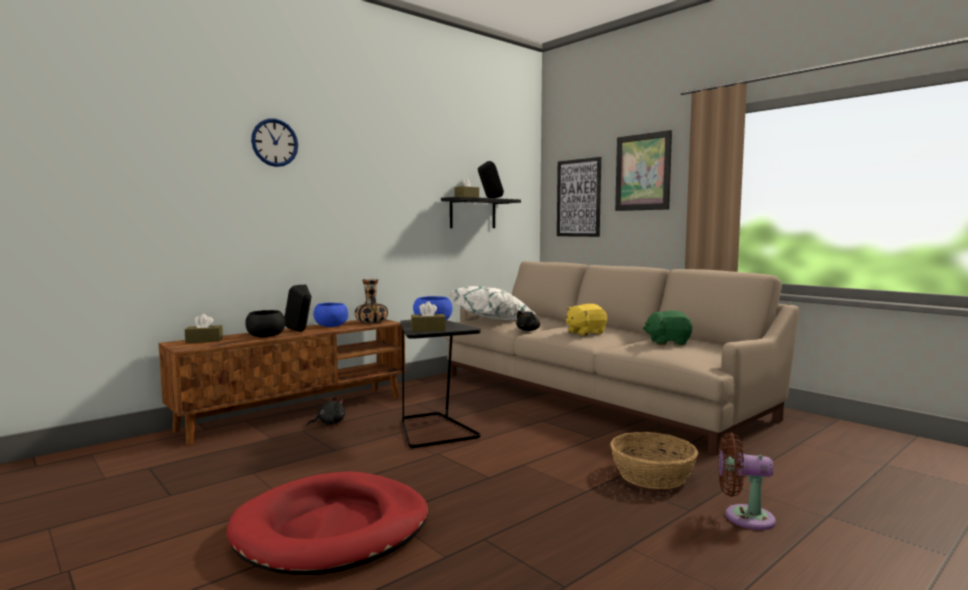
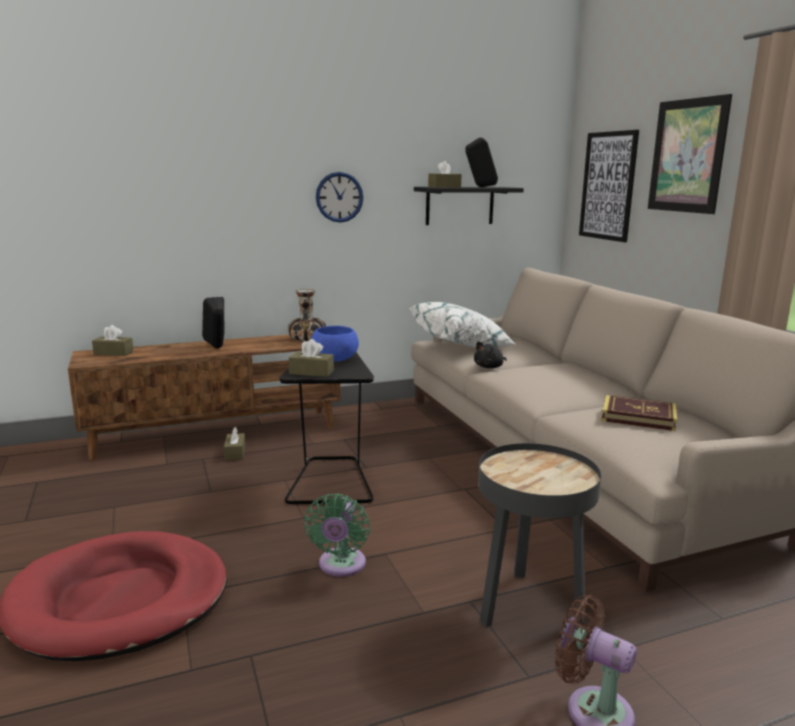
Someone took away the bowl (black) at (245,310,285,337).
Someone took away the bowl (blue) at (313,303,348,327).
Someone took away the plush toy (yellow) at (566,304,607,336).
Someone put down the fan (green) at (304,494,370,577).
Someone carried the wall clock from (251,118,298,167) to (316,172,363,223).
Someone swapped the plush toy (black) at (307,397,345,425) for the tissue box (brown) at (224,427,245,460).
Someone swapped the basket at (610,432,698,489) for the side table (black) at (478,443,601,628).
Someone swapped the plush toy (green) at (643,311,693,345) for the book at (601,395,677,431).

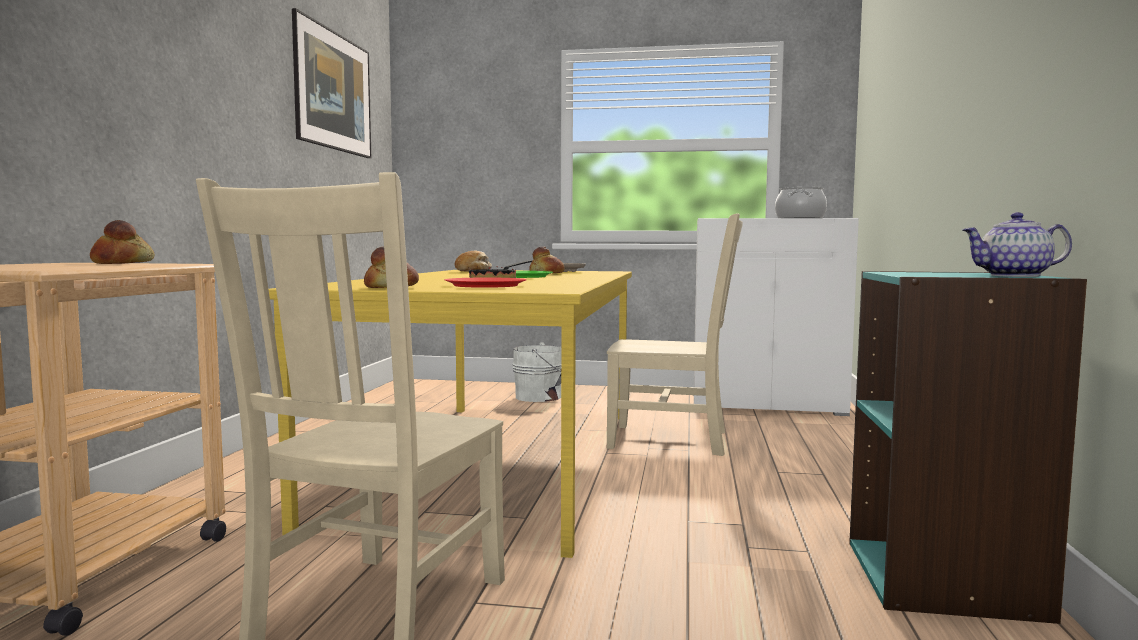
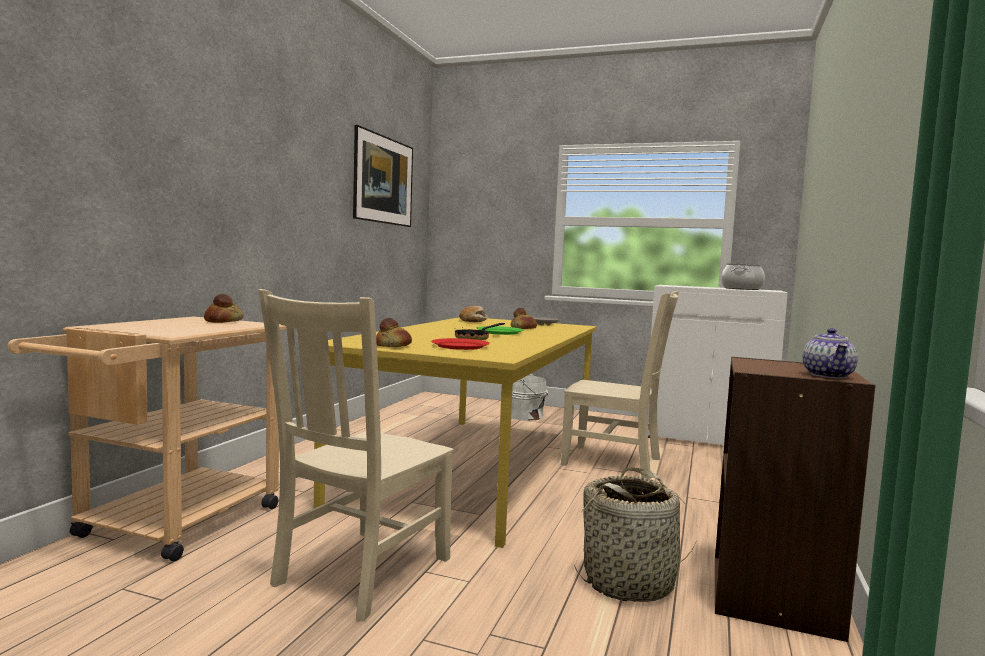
Someone put down the basket at (574,467,697,602).
Someone repainted the bookcase (turquoise) at (849,271,1087,624), which became the bookcase (brown) at (715,357,876,642).
Someone rotated the teapot at (962,212,1072,277) by 90 degrees counterclockwise.

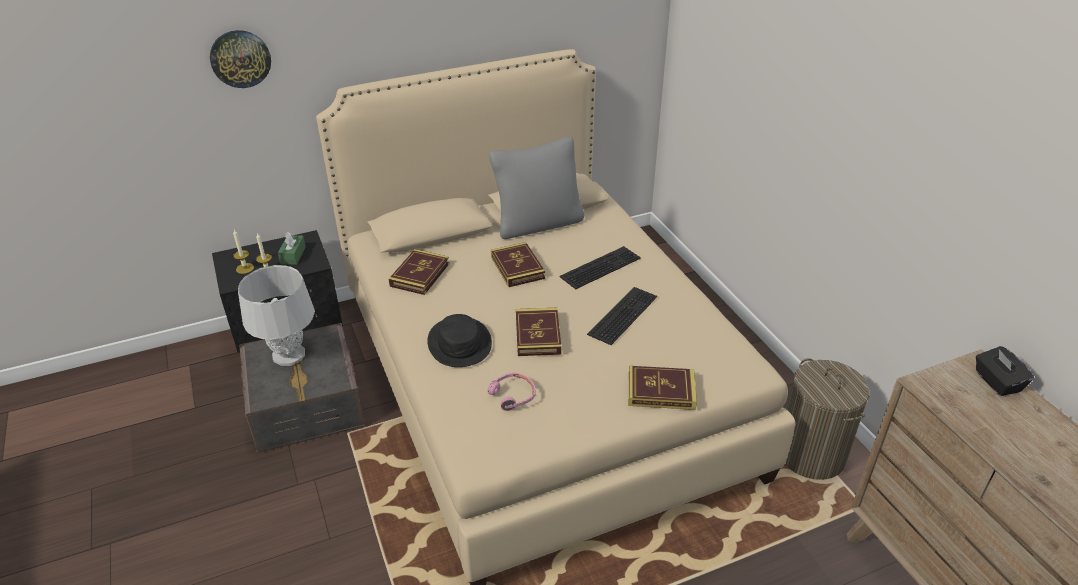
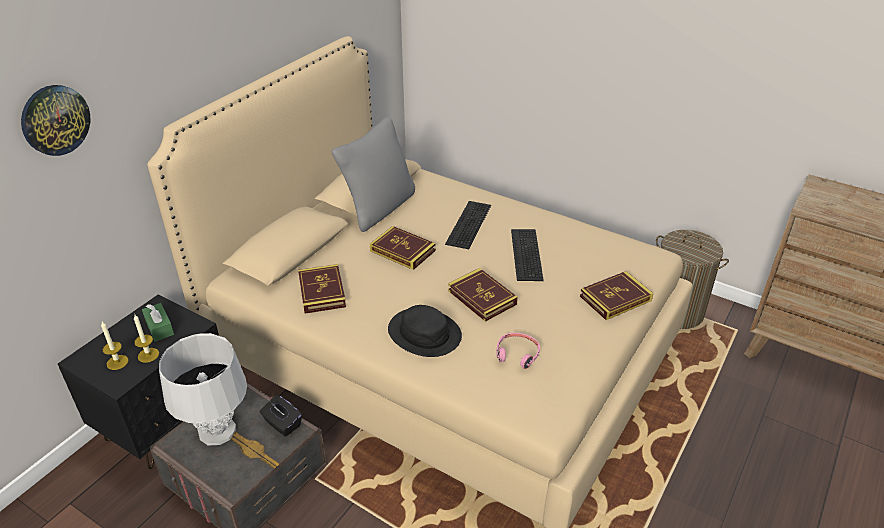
Someone carried the tissue box (black) from (976,346,1034,396) to (260,395,302,437).

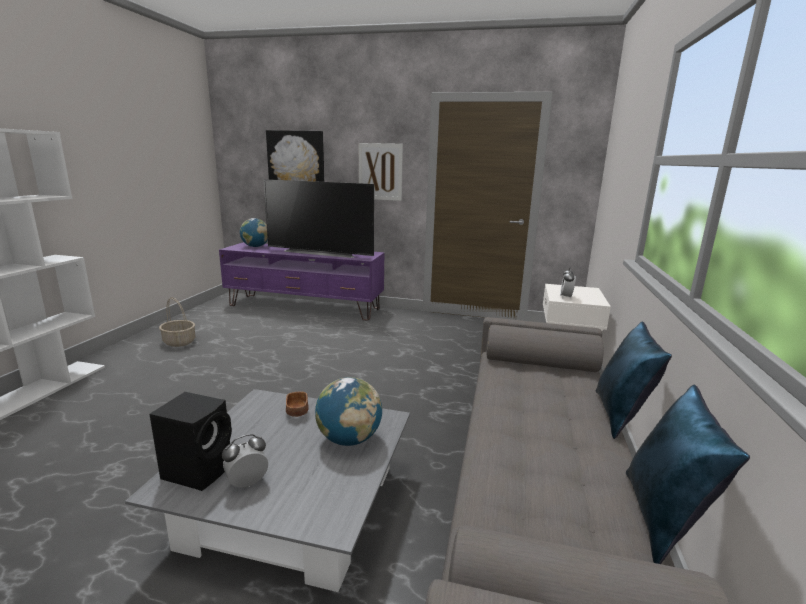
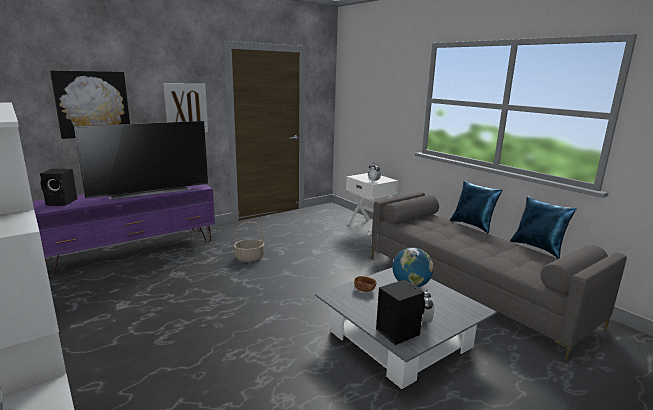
Someone carried the basket from (159,297,195,347) to (234,221,264,262).
Someone swapped the globe at (240,218,268,247) for the speaker (black) at (40,169,77,206).

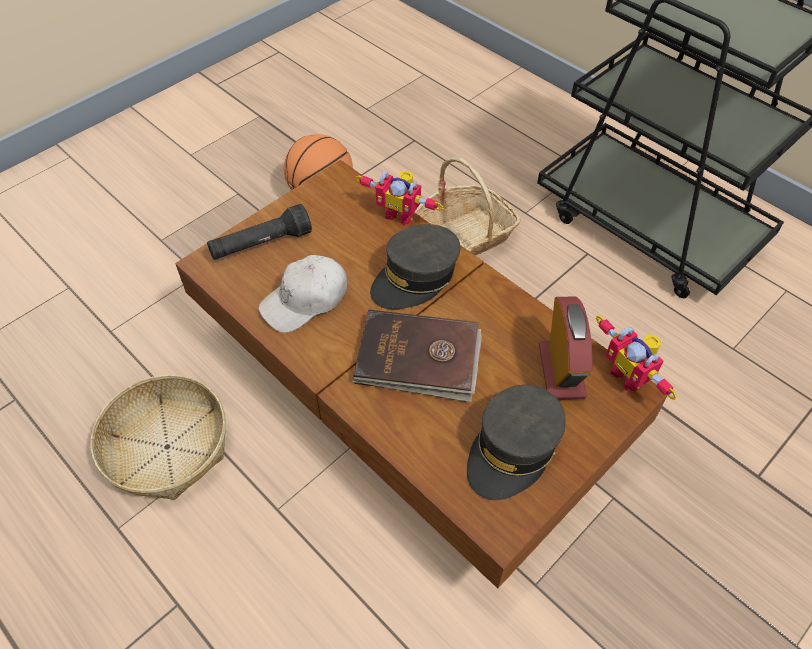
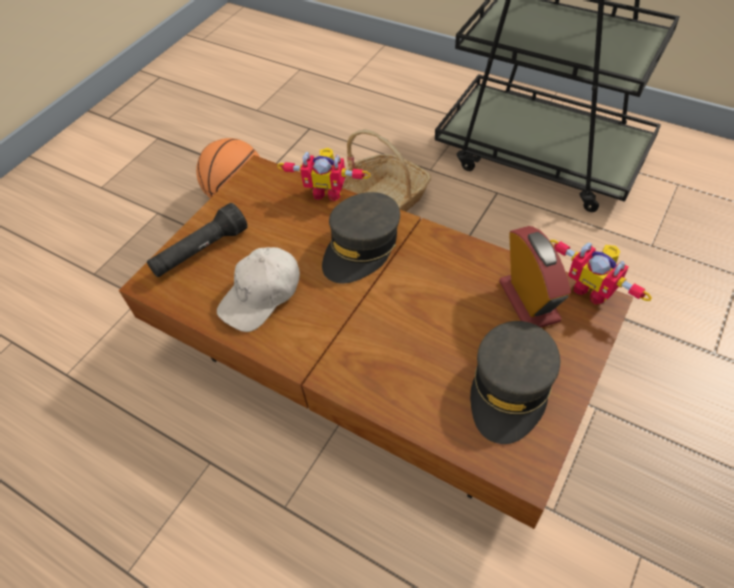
Someone took away the basket at (91,375,226,500).
Someone took away the book (brown) at (352,310,482,402).

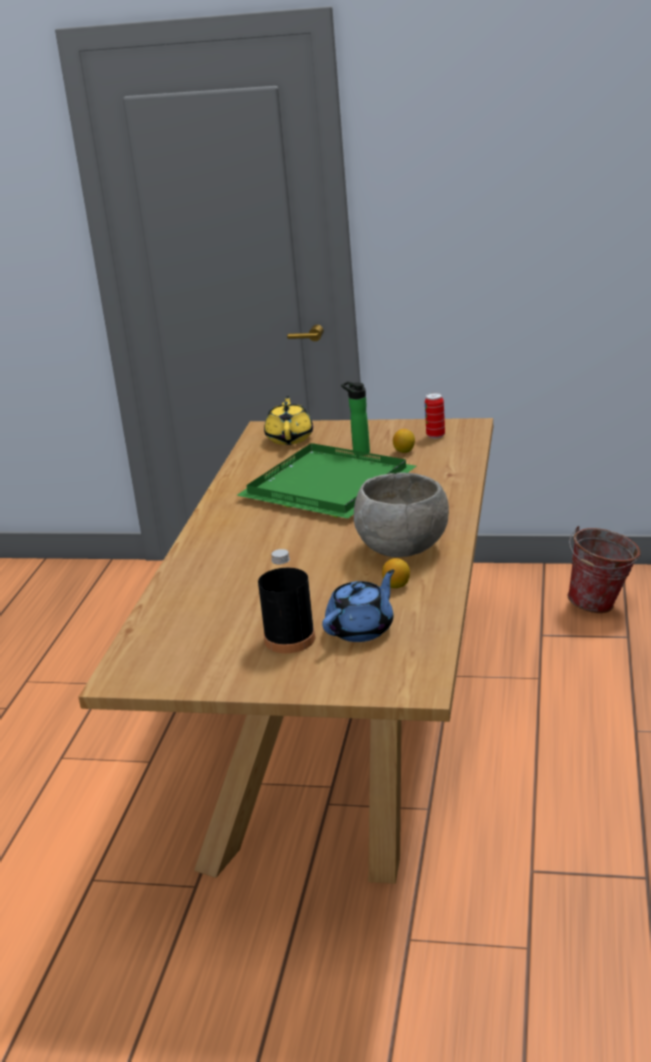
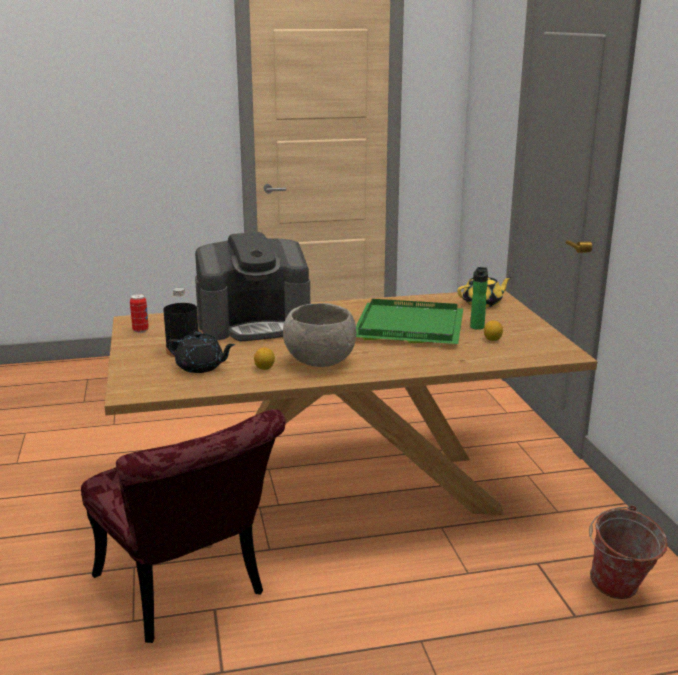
Someone put down the chair (red) at (81,409,285,643).
Someone put down the coffee machine at (195,232,310,342).
Someone carried the can from (425,393,445,439) to (130,294,149,333).
Someone repainted the teapot (blue) at (322,569,395,642), which became the teapot (black) at (166,332,235,373).

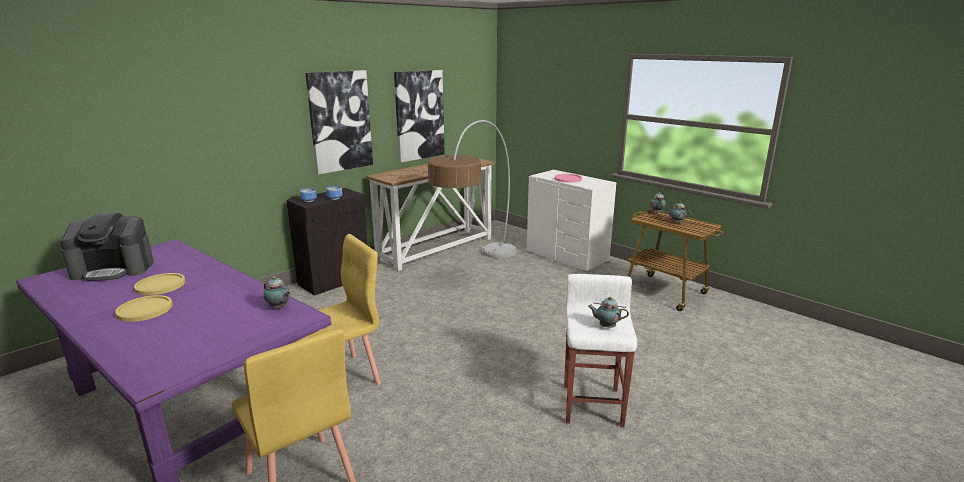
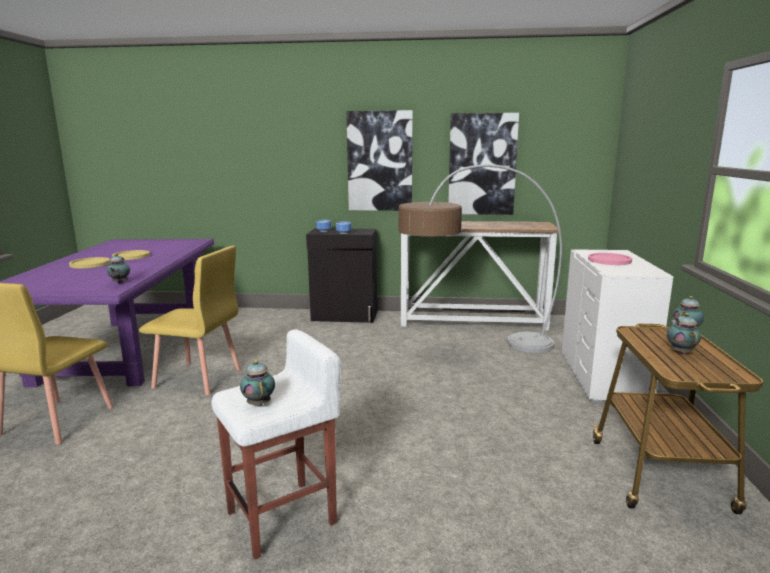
Someone took away the coffee machine at (60,212,154,281).

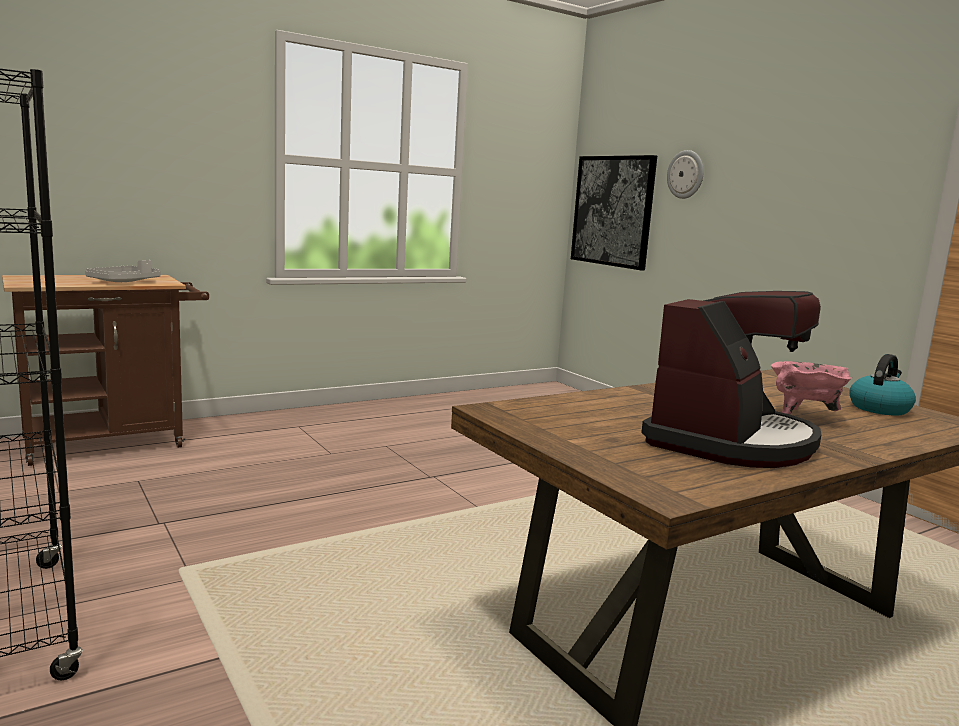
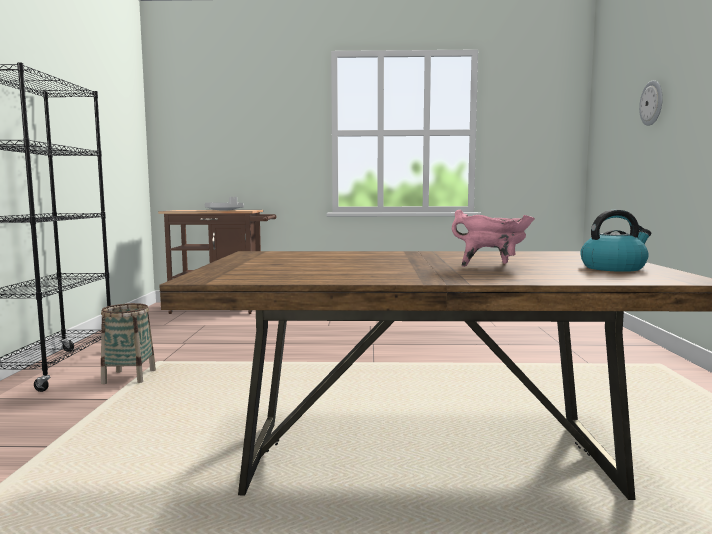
Someone took away the picture at (571,155,657,270).
Someone took away the coffee machine at (641,291,822,468).
Someone put down the basket at (101,303,156,384).

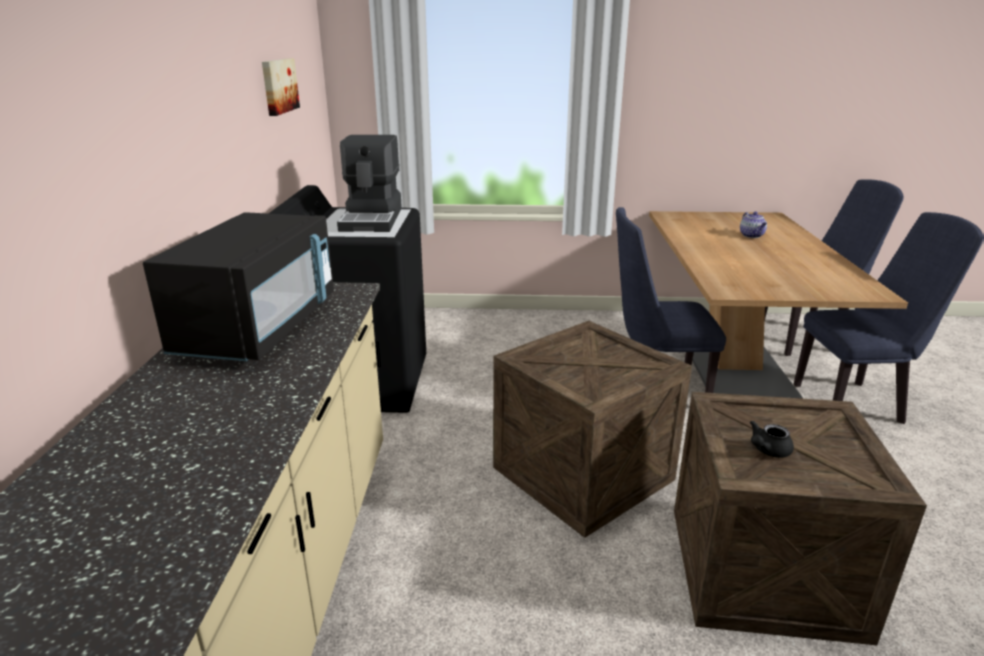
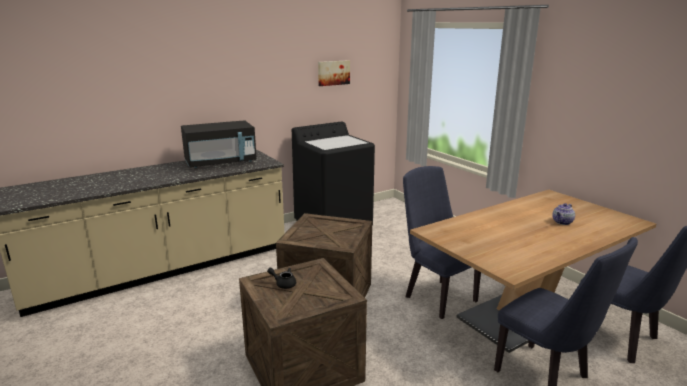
Someone took away the coffee machine at (337,135,402,232).

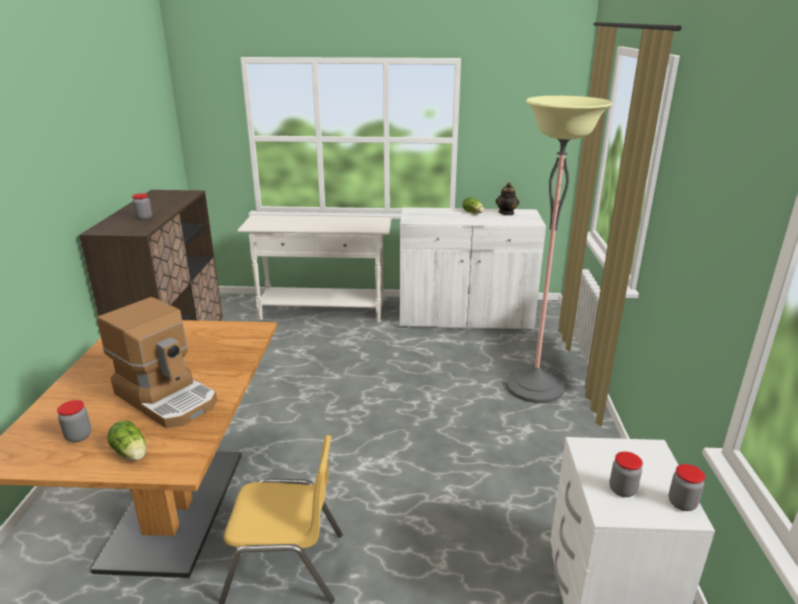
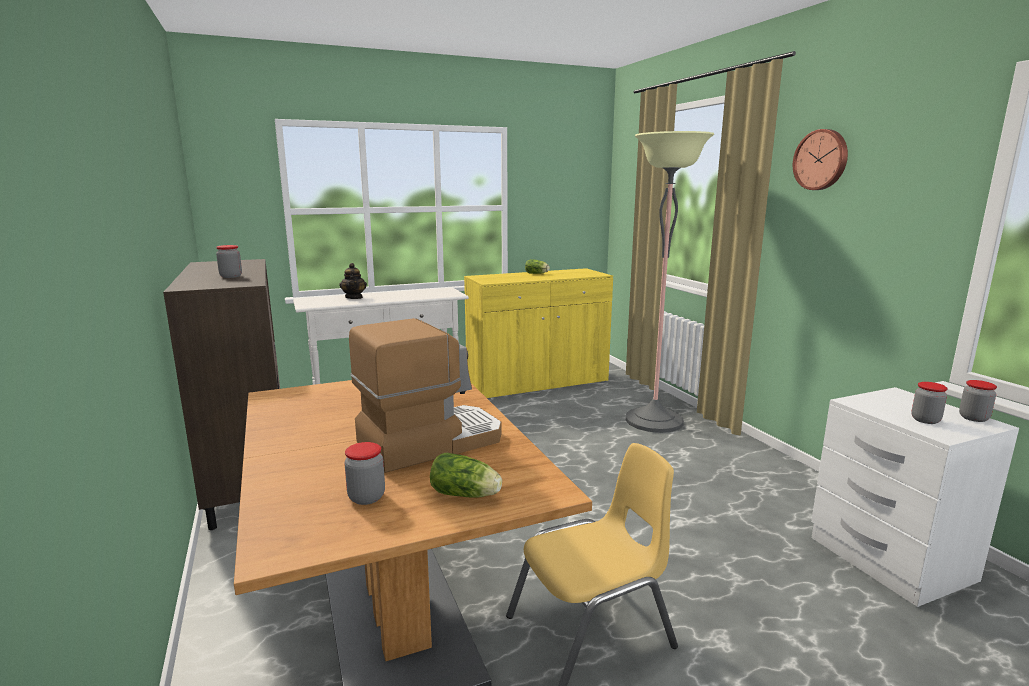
Someone put up the wall clock at (793,129,848,190).
Someone carried the teapot from (495,182,519,215) to (339,263,367,299).
Someone repainted the cabinet (white) at (400,207,546,330), which became the cabinet (yellow) at (464,268,613,400).
Someone rotated the coffee machine at (97,297,217,428) by 45 degrees counterclockwise.

